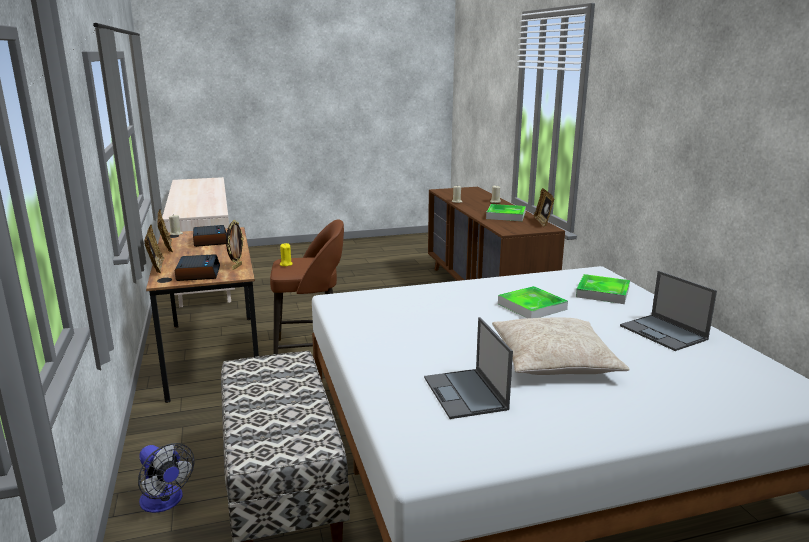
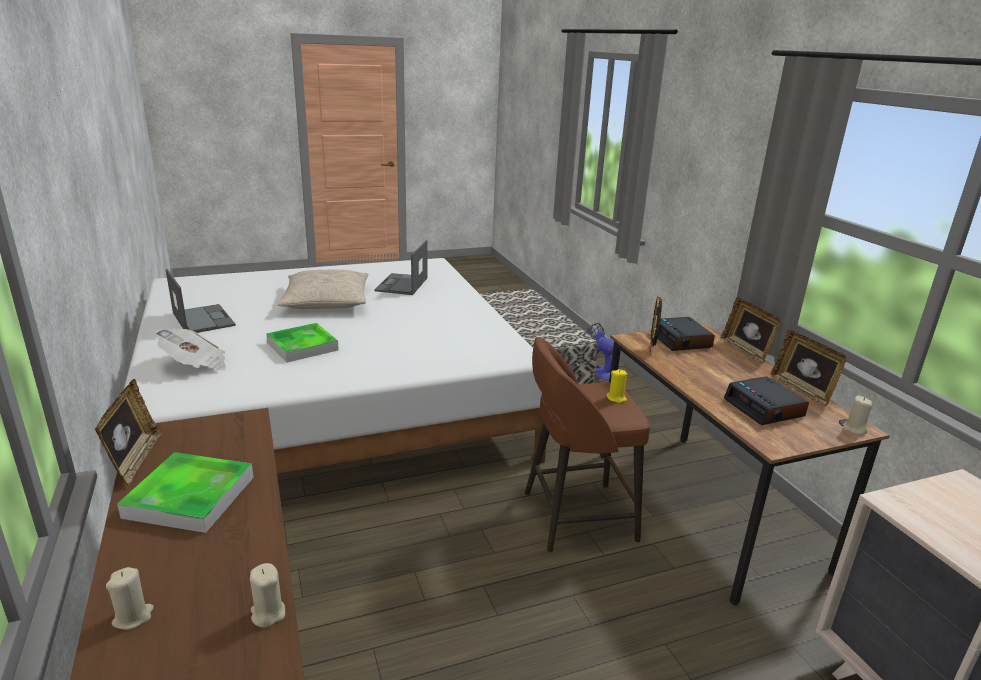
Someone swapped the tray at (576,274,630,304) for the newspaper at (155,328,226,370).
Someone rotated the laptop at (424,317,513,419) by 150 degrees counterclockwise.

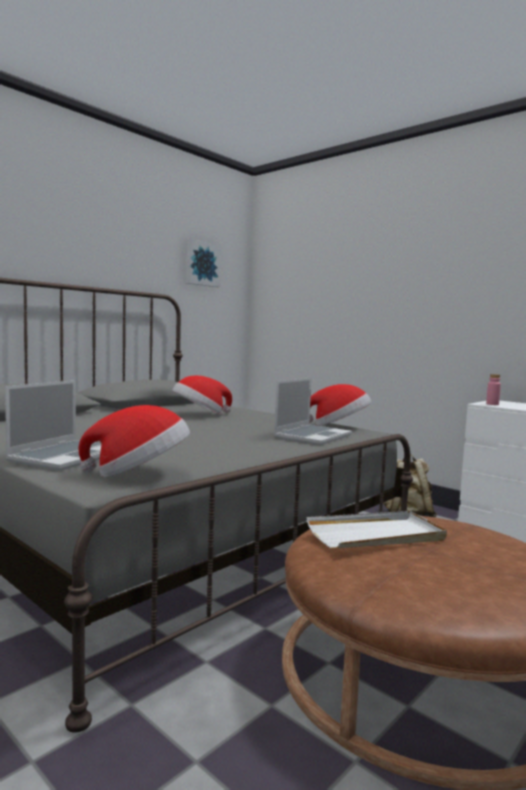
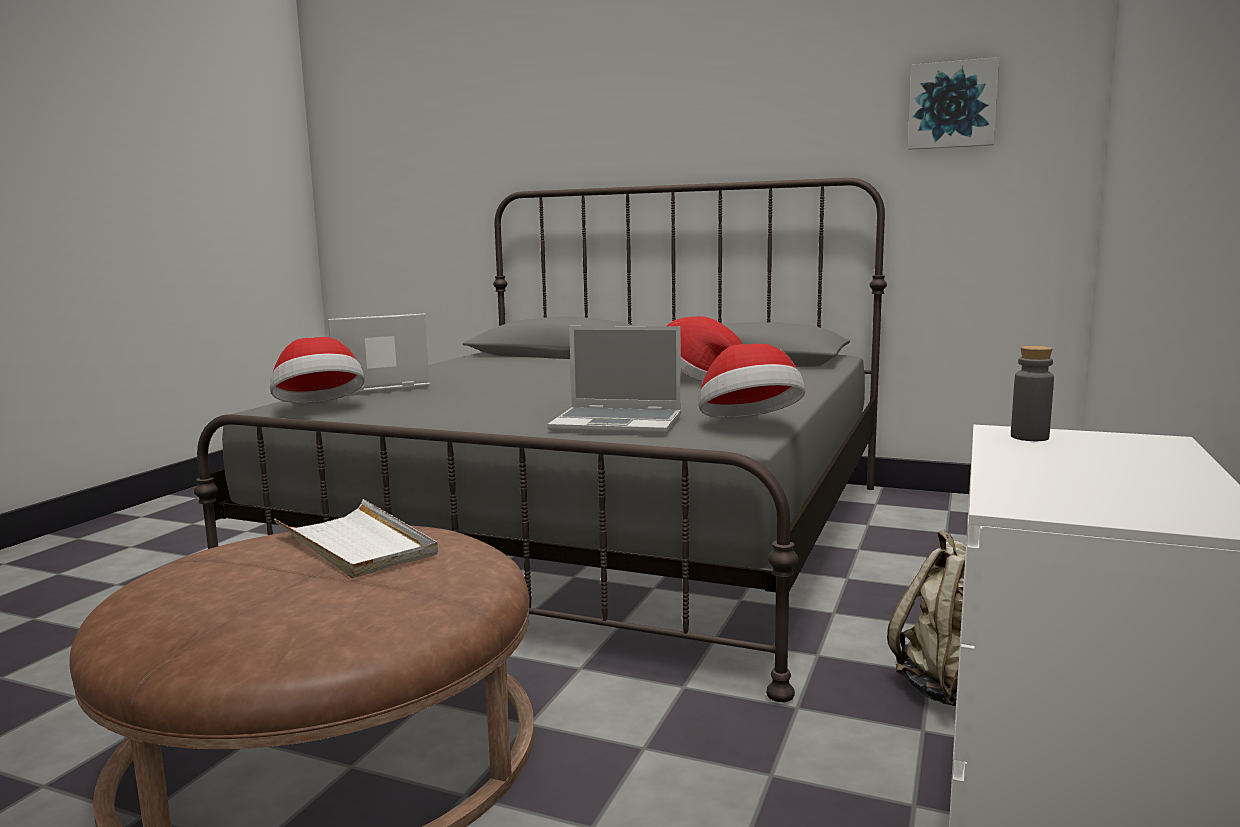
Someone repainted the bottle (pink) at (486,374,501,405), which became the bottle (grey) at (1011,346,1054,441).
Someone rotated the laptop at (5,380,101,471) by 150 degrees clockwise.

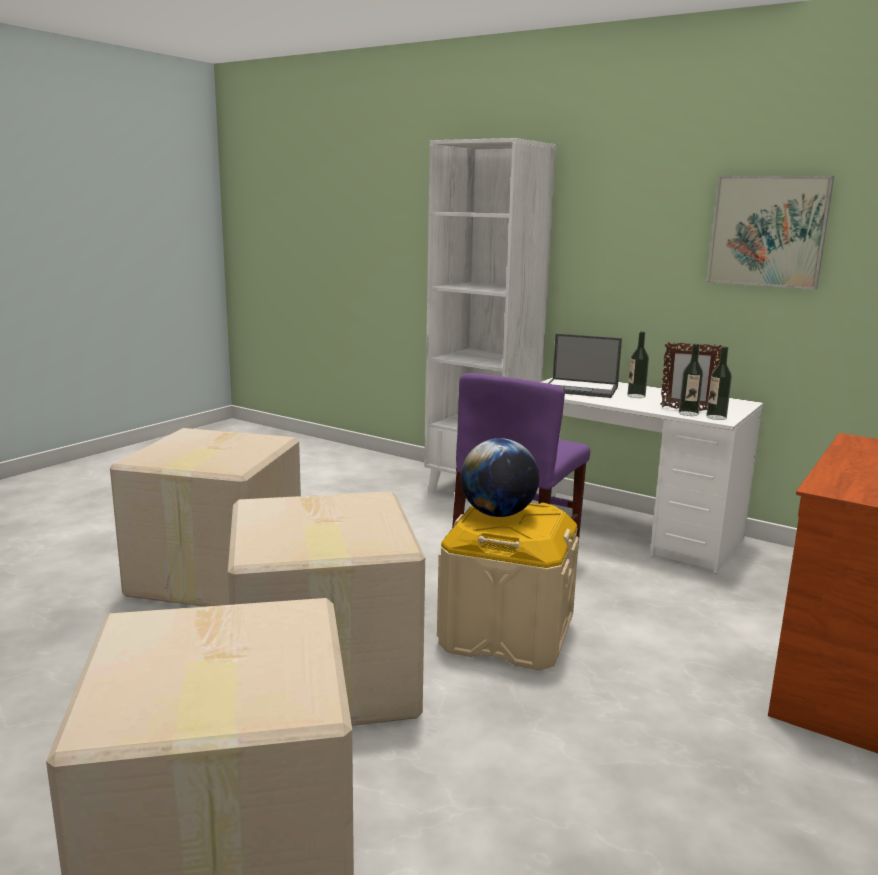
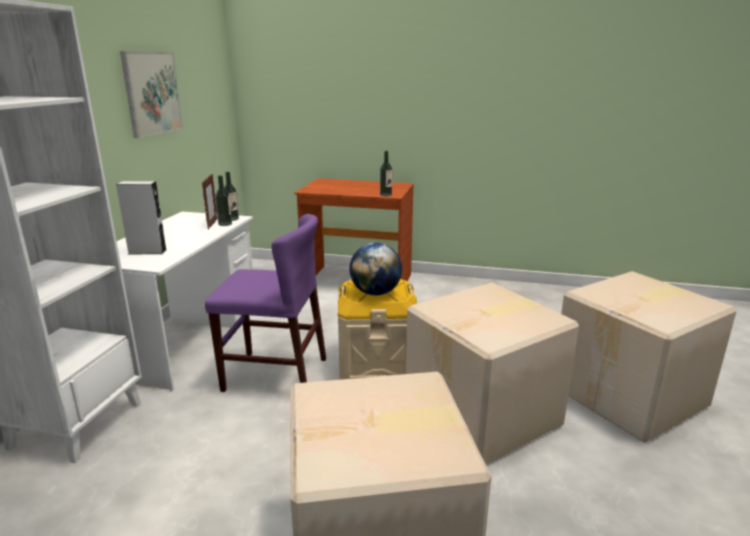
Someone carried the bottle from (627,332,649,398) to (380,151,392,196).
Someone swapped the laptop at (548,334,622,398) for the speaker (grey) at (116,181,167,255).

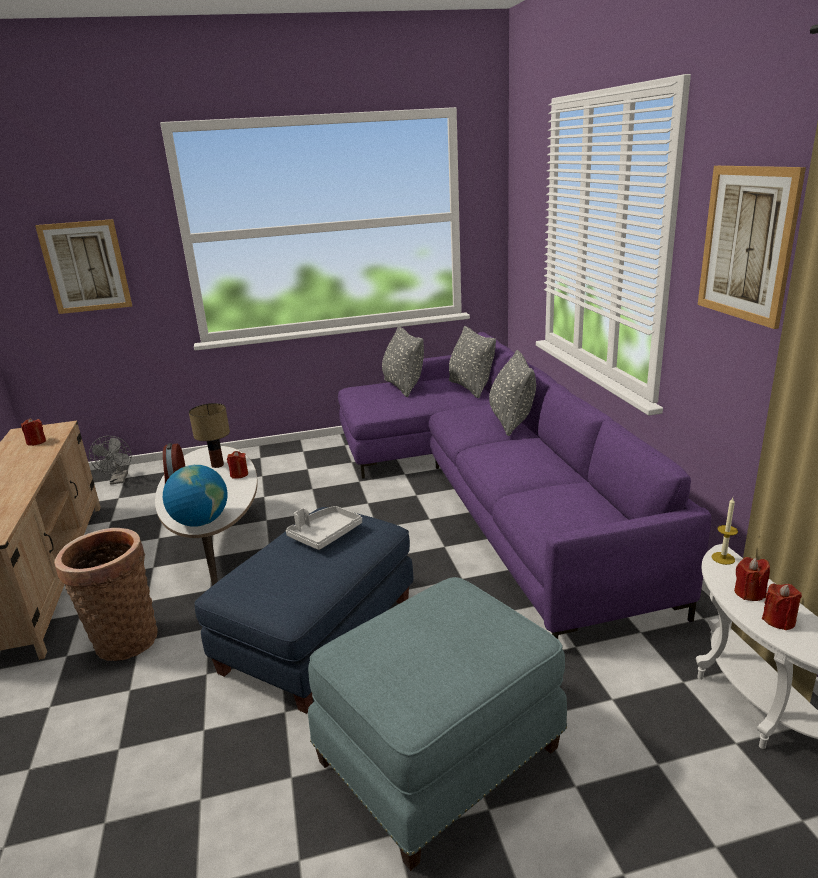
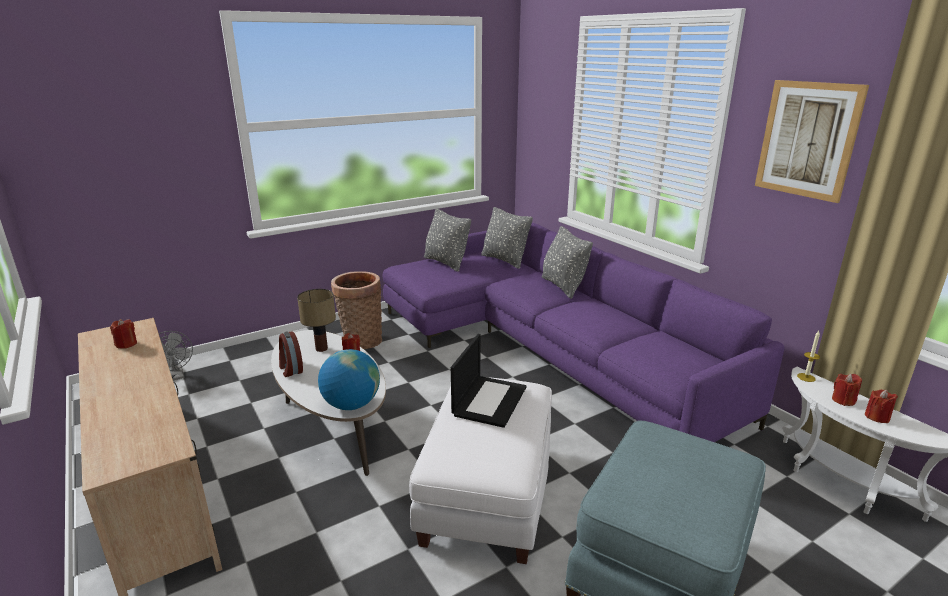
Someone took away the picture at (35,219,132,314).
Someone carried the basket from (54,528,158,661) to (331,271,382,349).
Someone swapped the tray (grey) at (286,506,362,550) for the laptop at (451,334,526,428).
Someone repainted the ottoman (blue) at (194,507,413,714), which became the ottoman (white) at (409,377,552,564).

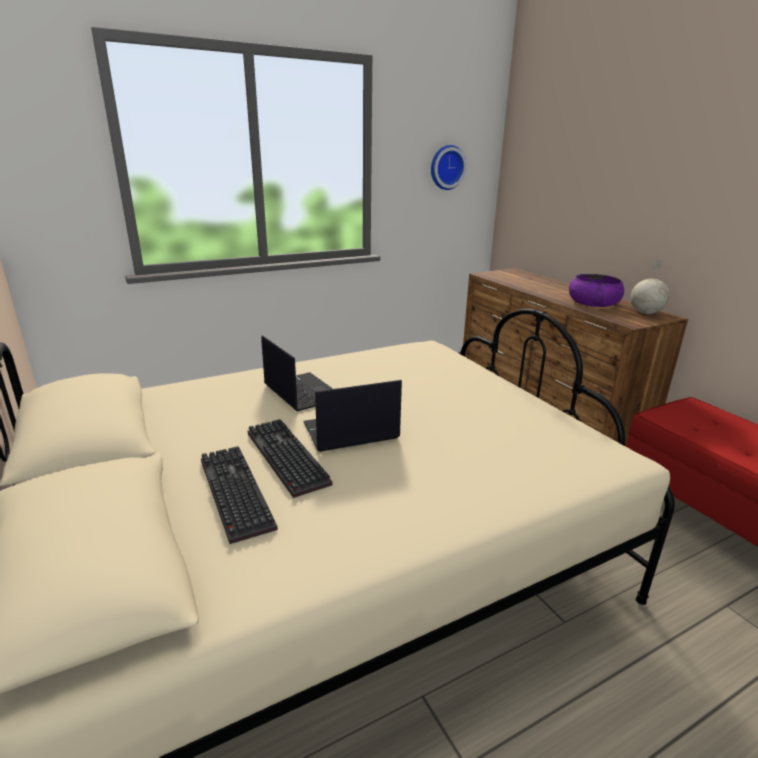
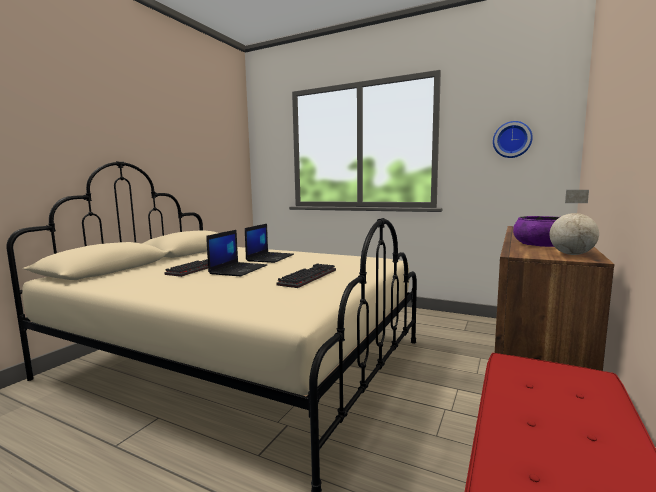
Someone carried the keyboard from (201,446,278,544) to (277,263,336,288).
Someone rotated the laptop at (303,380,402,452) by 75 degrees clockwise.

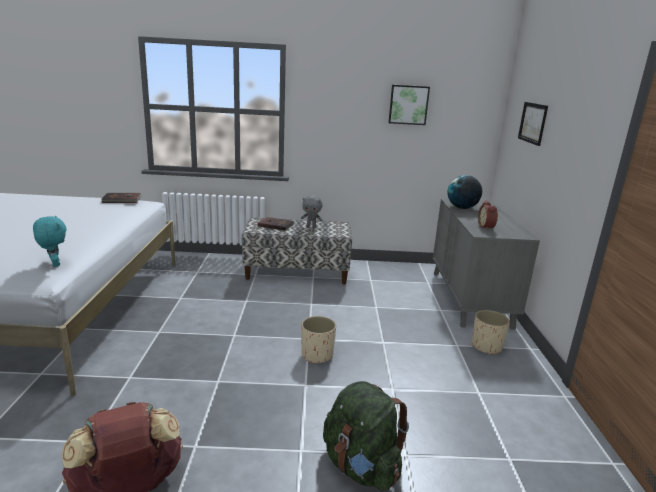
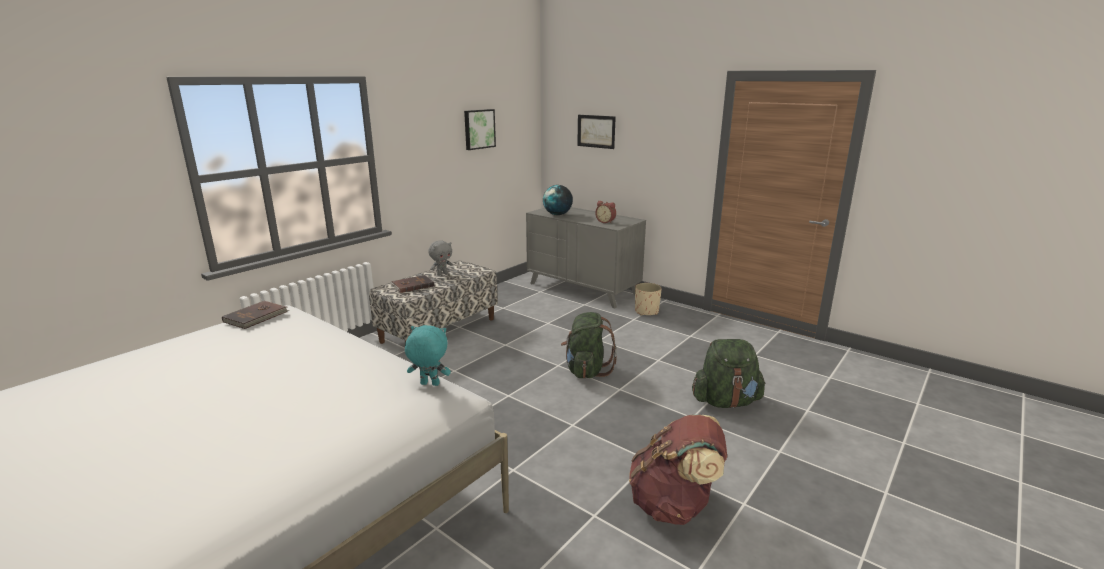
Someone swapped the planter (beige) at (301,316,336,364) for the backpack (green) at (561,312,617,379).

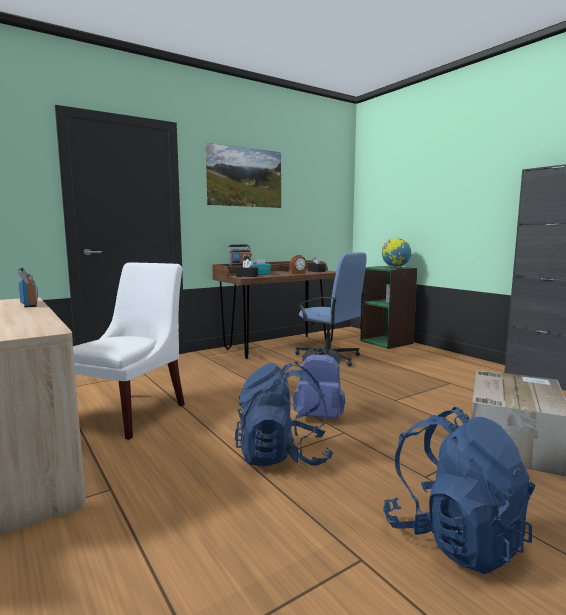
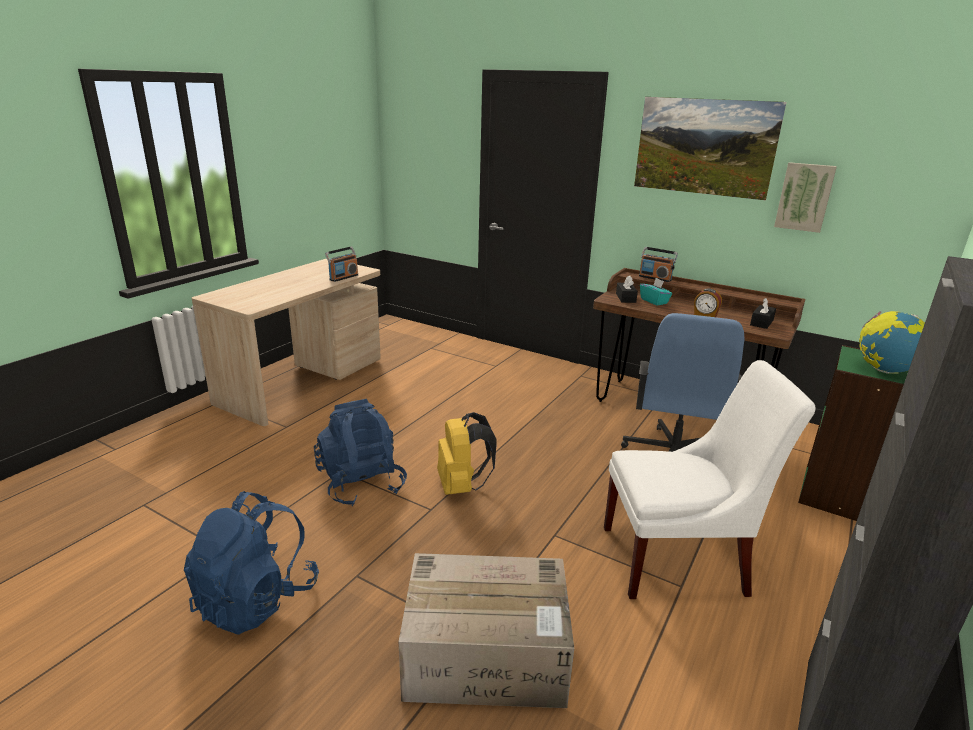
Someone put up the picture at (774,162,837,233).
Someone carried the chair (white) from (73,262,185,440) to (604,360,815,599).
Someone repainted the backpack (blue) at (293,347,345,419), which became the backpack (yellow) at (437,412,497,495).

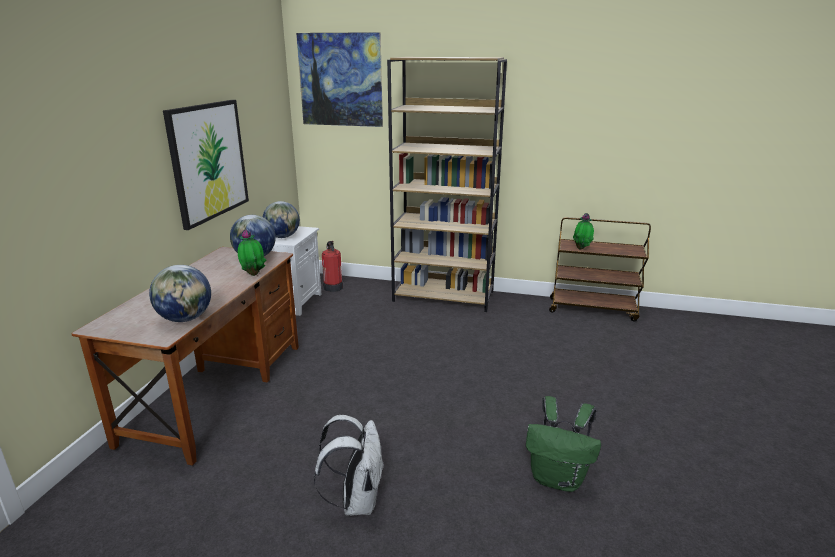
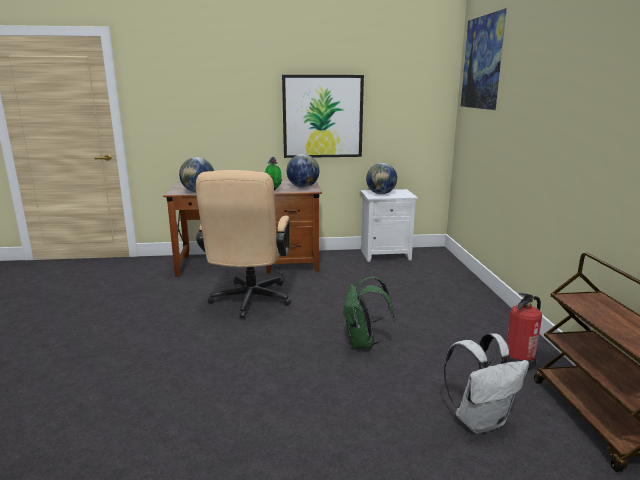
Someone took away the bookcase (brown) at (387,57,507,312).
Someone took away the potted plant at (573,213,594,249).
Someone put down the office chair (beige) at (196,170,291,318).
Someone carried the backpack (white) from (314,415,384,516) to (444,333,529,434).
Someone carried the fire extinguisher from (322,241,343,292) to (506,293,542,371).
Someone carried the backpack (green) from (526,396,601,492) to (343,276,395,349).

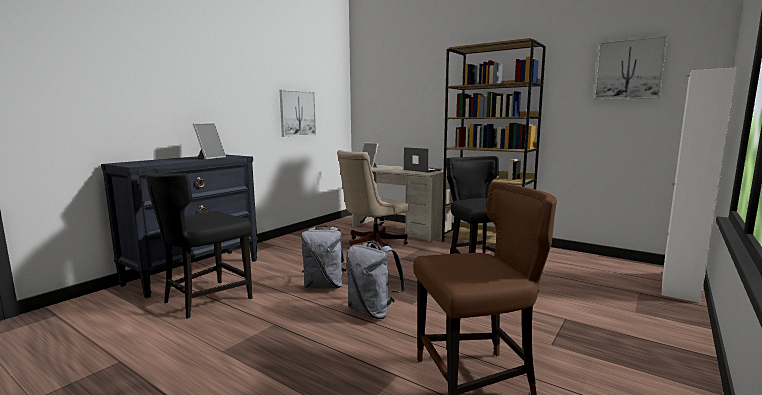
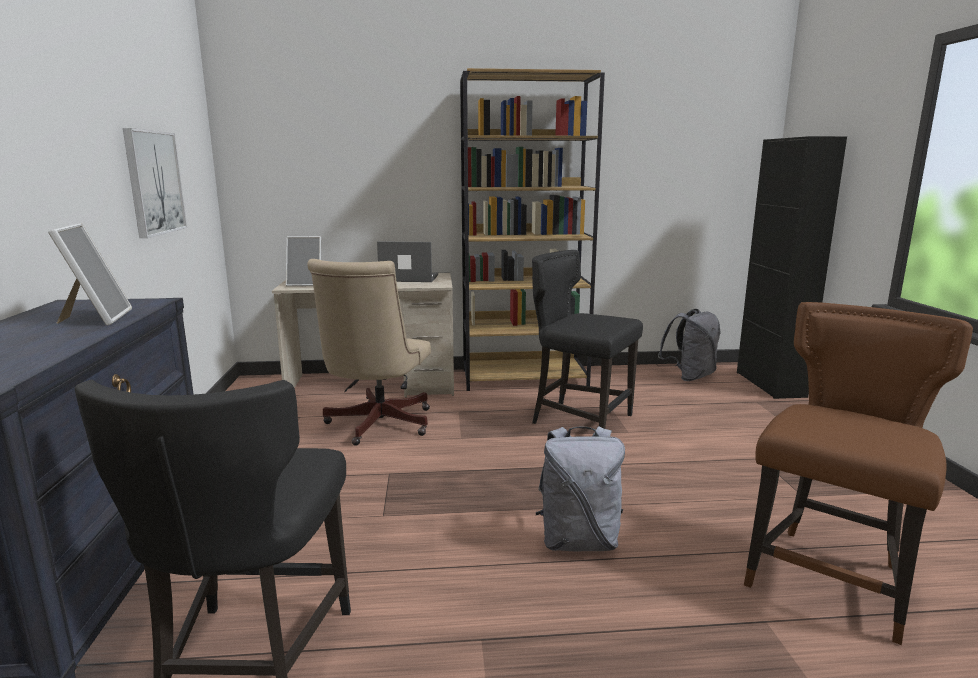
Someone took away the picture at (594,35,667,100).
Someone carried the backpack (grey) from (301,225,346,289) to (658,309,721,381).
Someone repainted the cabinet (white) at (661,68,737,303), which became the cabinet (black) at (737,136,847,399).

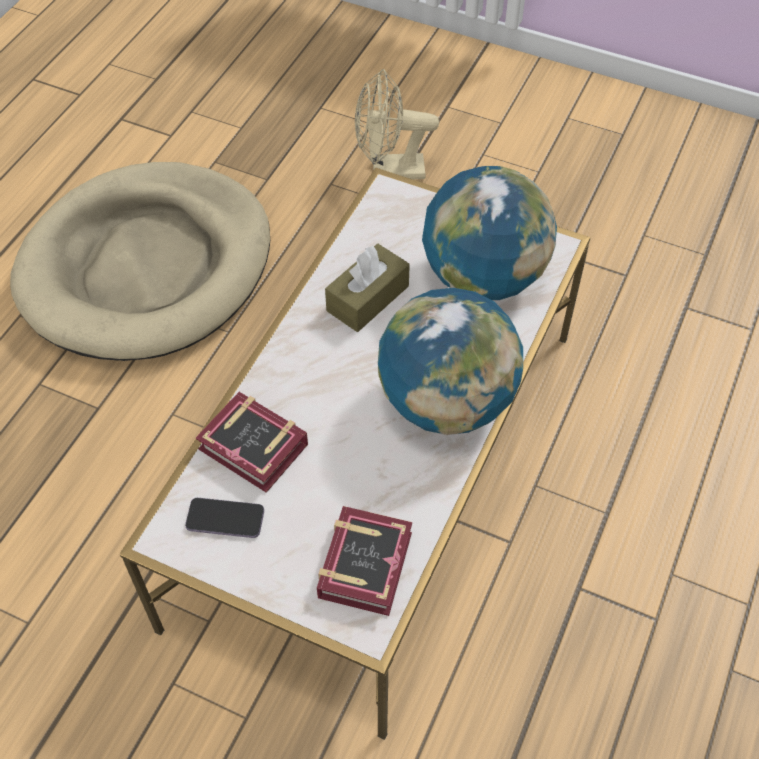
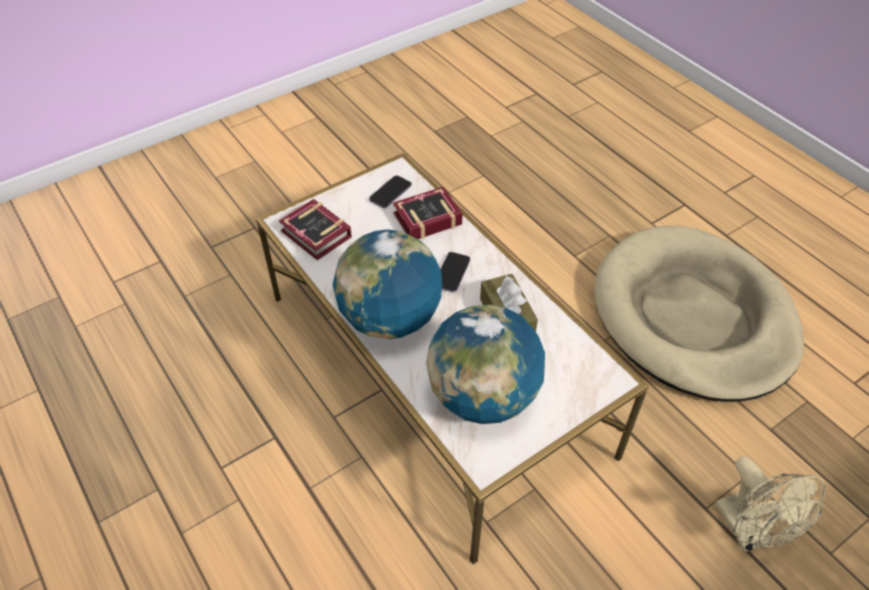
Someone put down the phone at (440,252,470,292).
Someone rotated the fan (beige) at (355,69,439,179) by 135 degrees clockwise.

